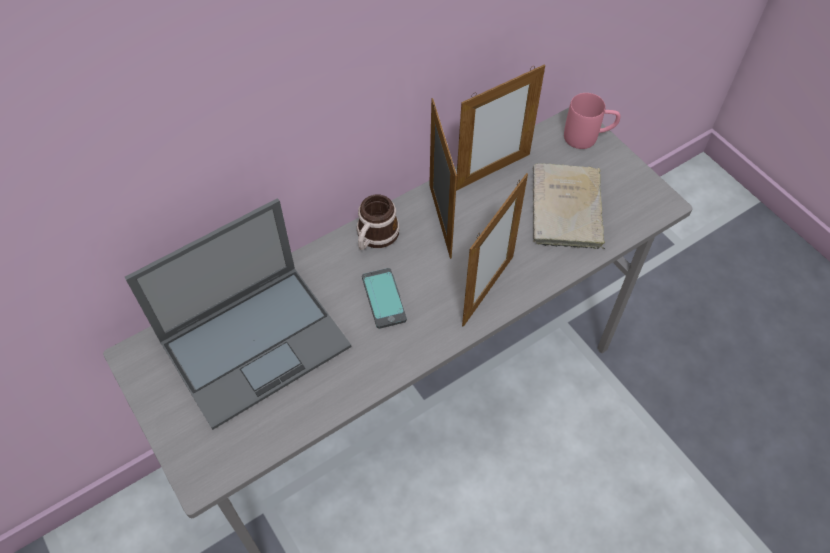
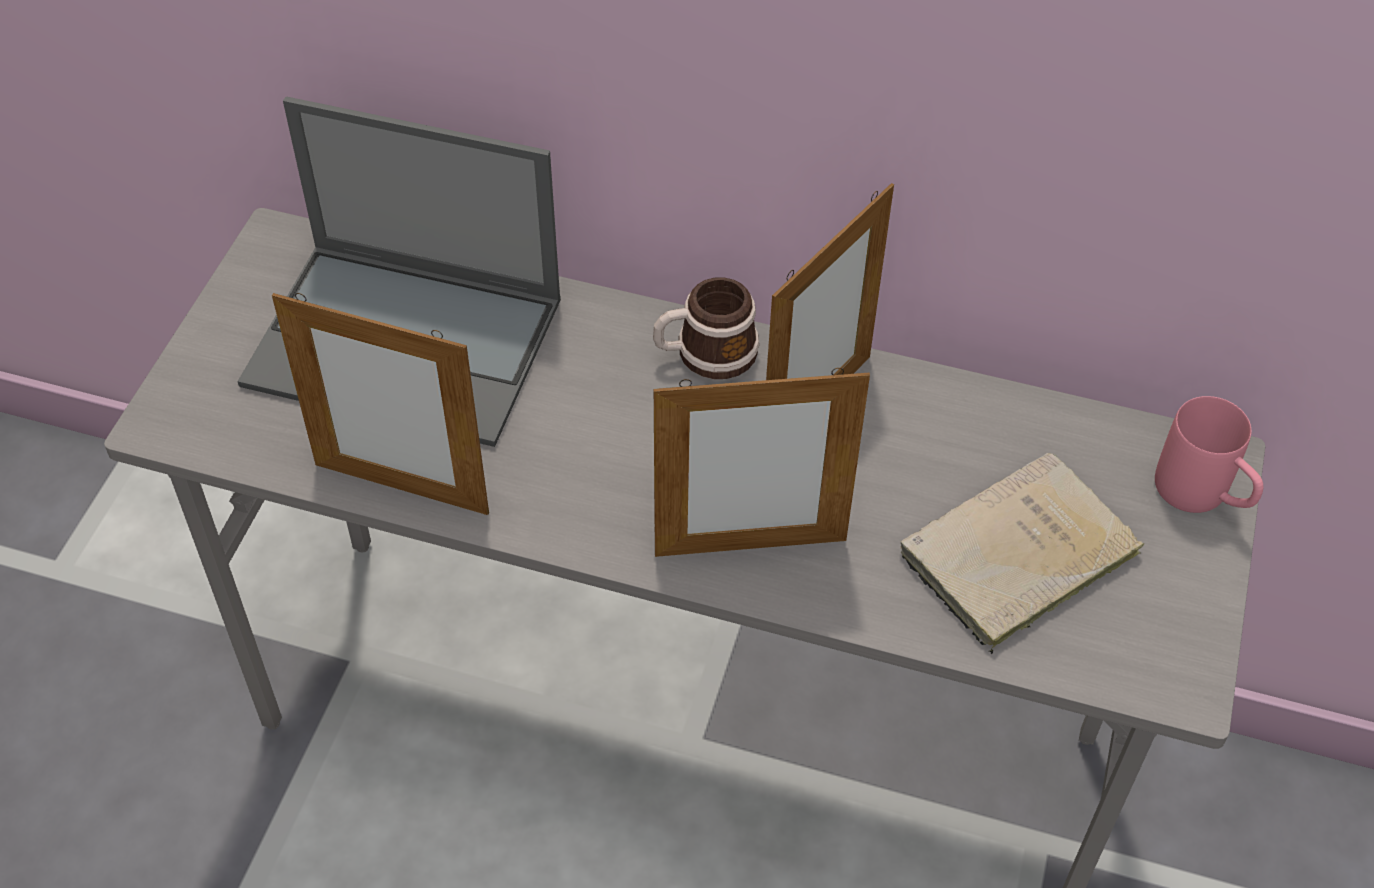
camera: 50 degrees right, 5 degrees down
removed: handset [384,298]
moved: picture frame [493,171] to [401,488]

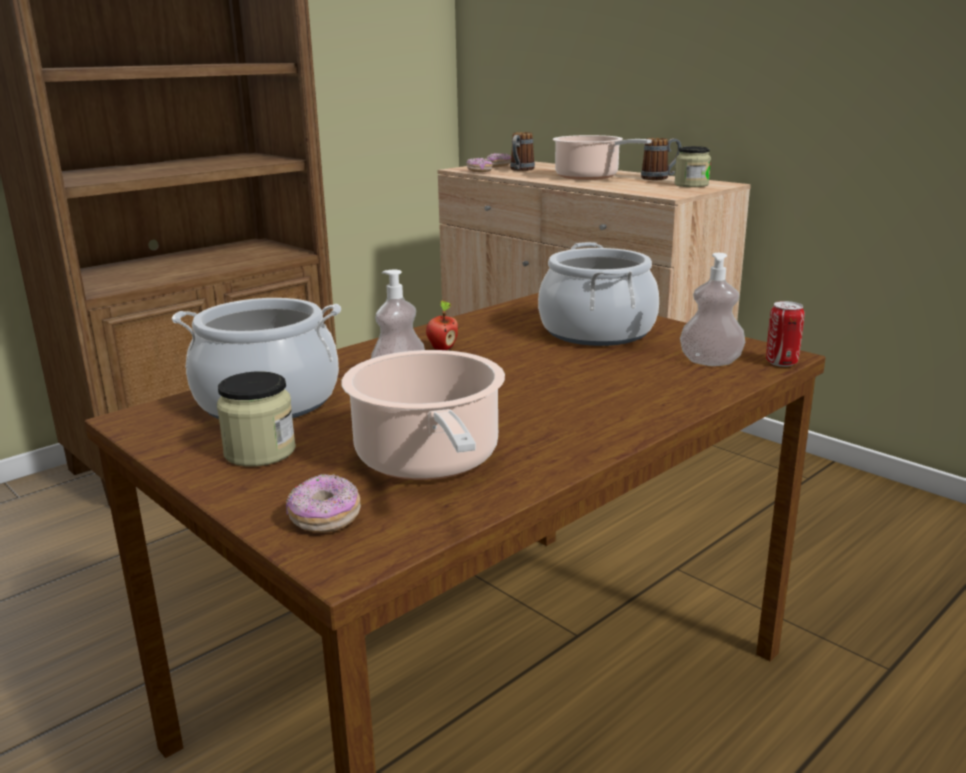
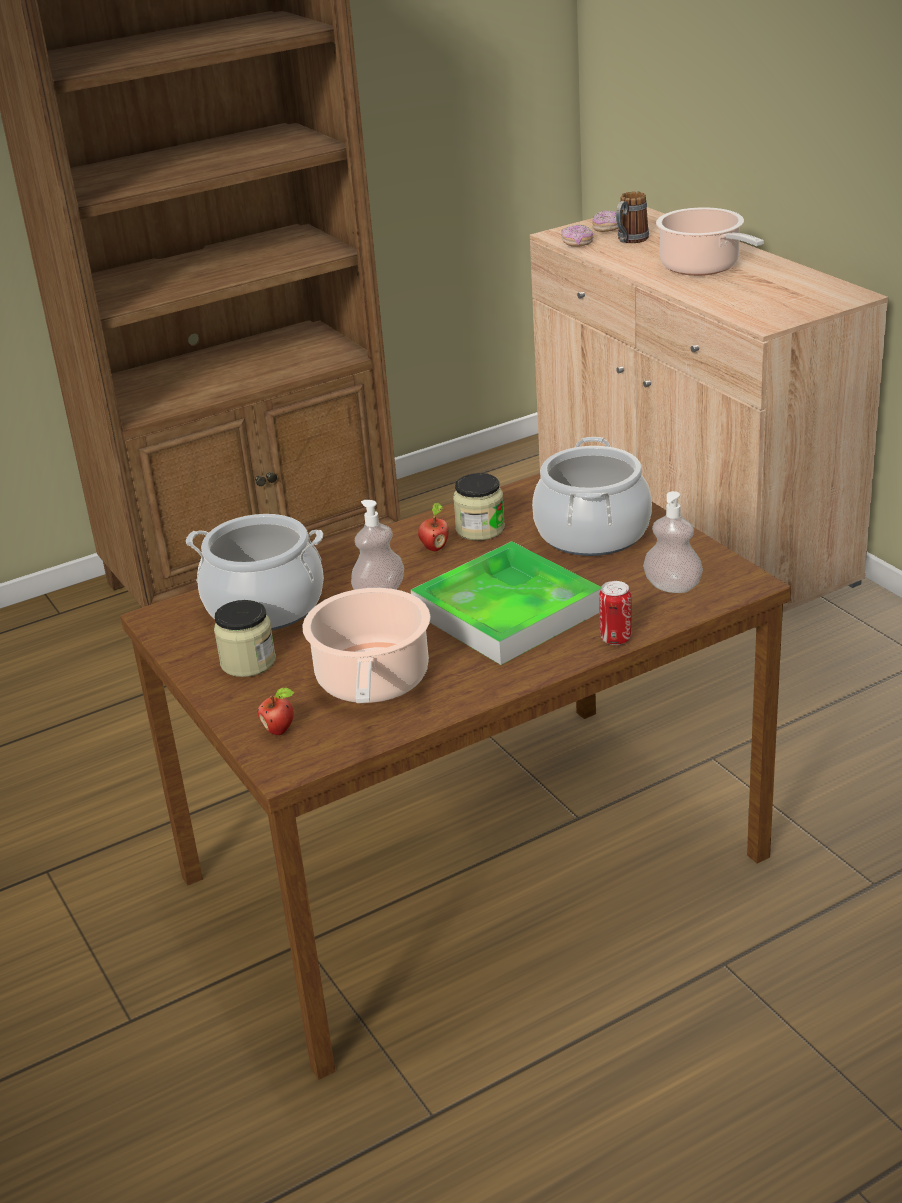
camera: 15 degrees right, 10 degrees up
removed: mug [660,178]
added: carrying tray [507,611]
moved: jar [691,185] to [480,529]; sealed can [781,362] to [615,639]
replaced: ring doughnut [324,519] to whole apple [280,730]

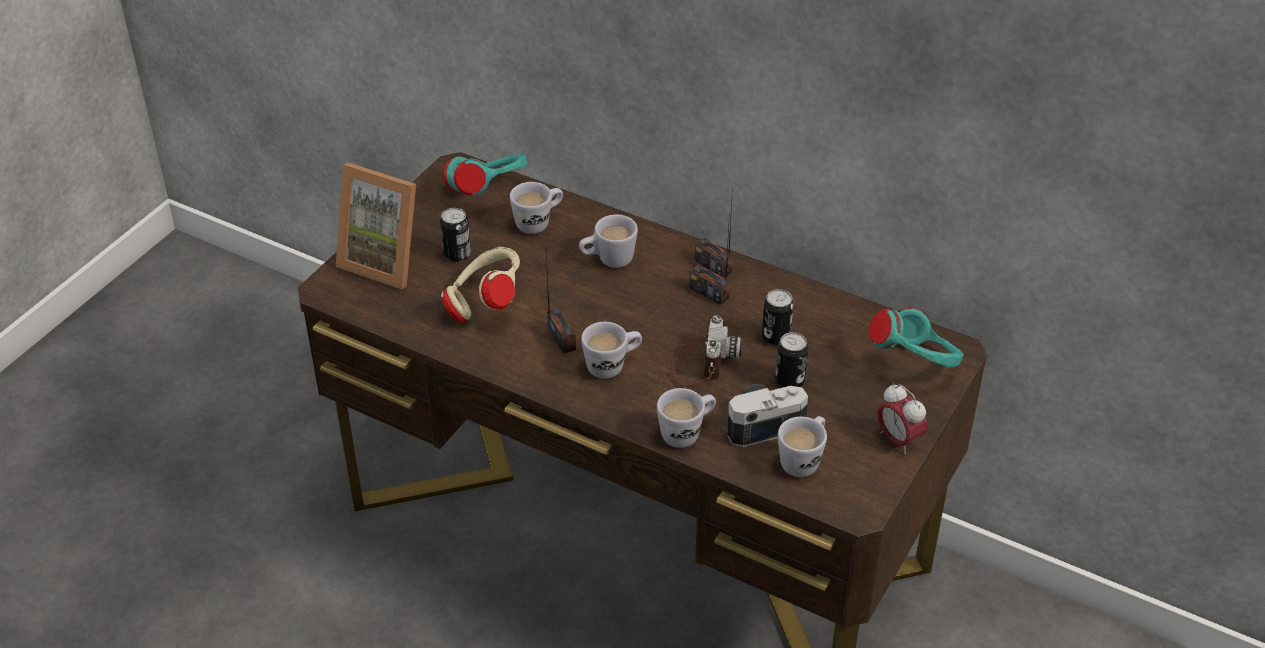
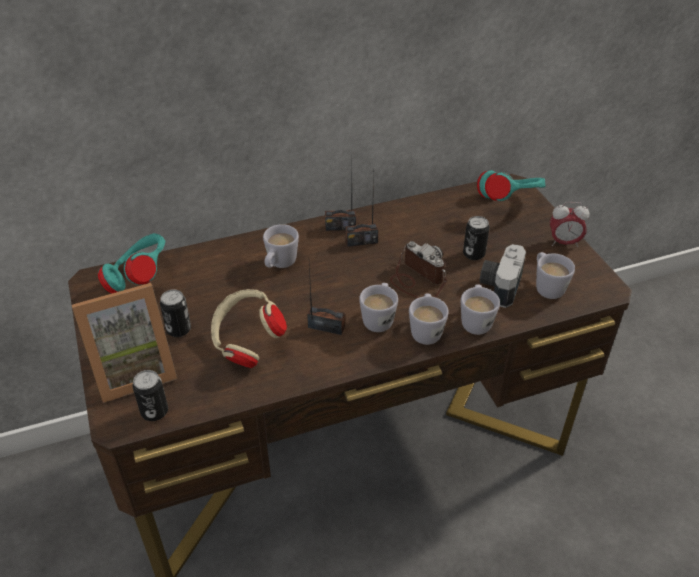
camera: 50 degrees left, 0 degrees up
moved: white mug [538,222] to [426,330]; sealed can [776,337] to [154,412]

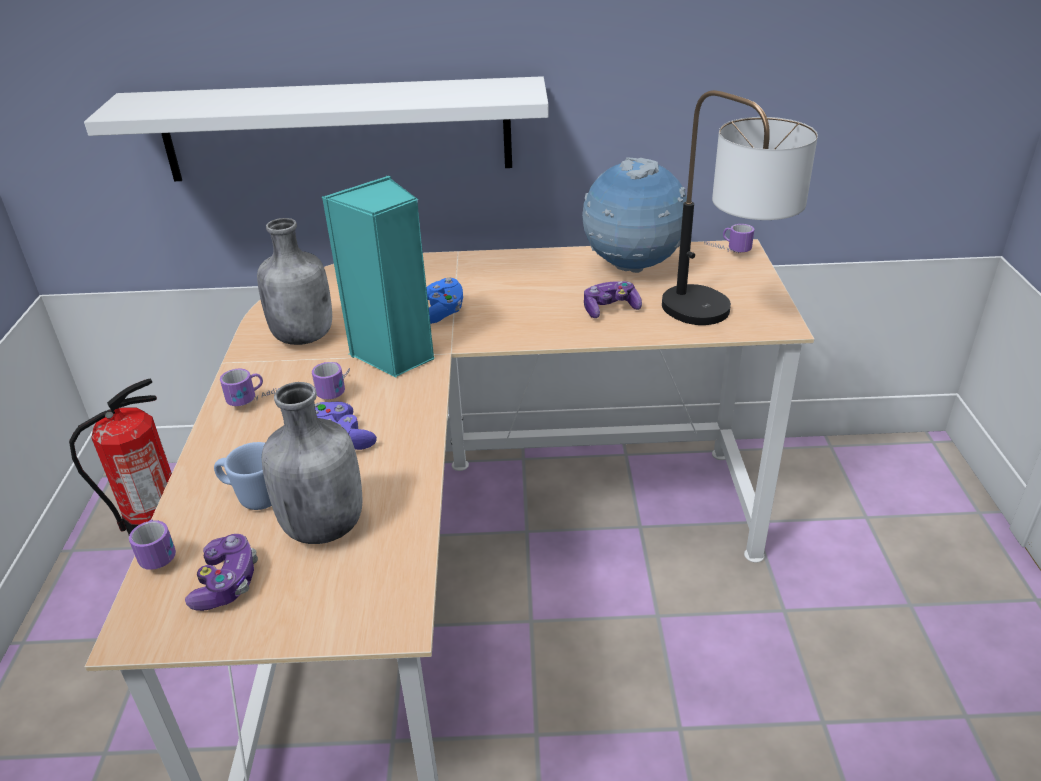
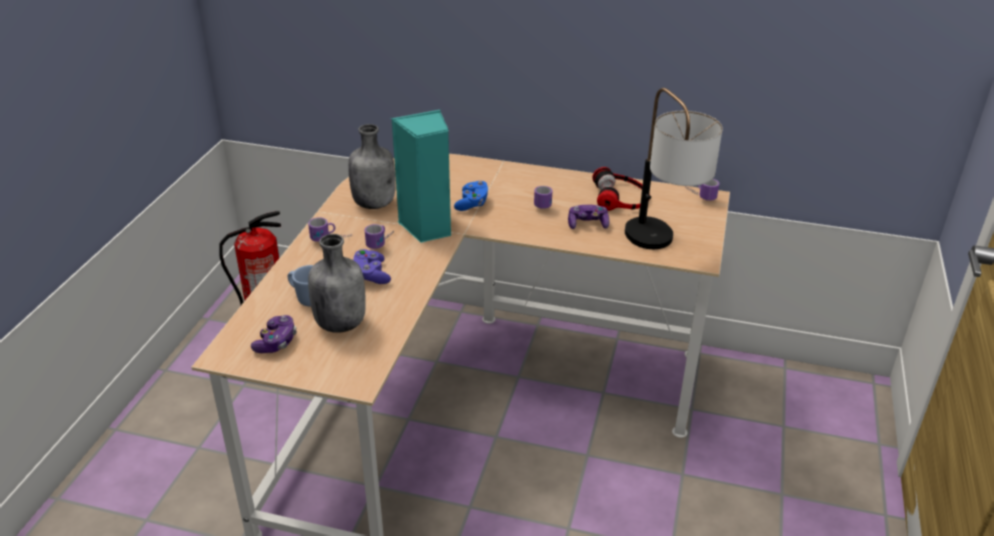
camera: 15 degrees right, 0 degrees up
removed: white bracket shelf [337,130]
moved: mug [160,550] to [542,203]
replaced: world globe [633,268] to pair of headphones [621,197]

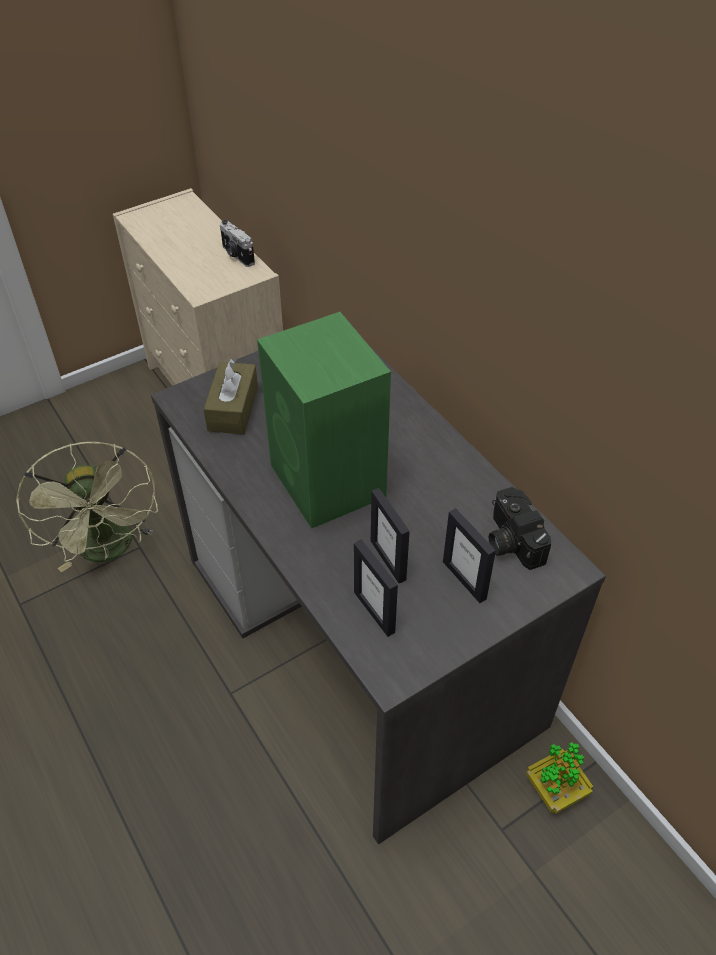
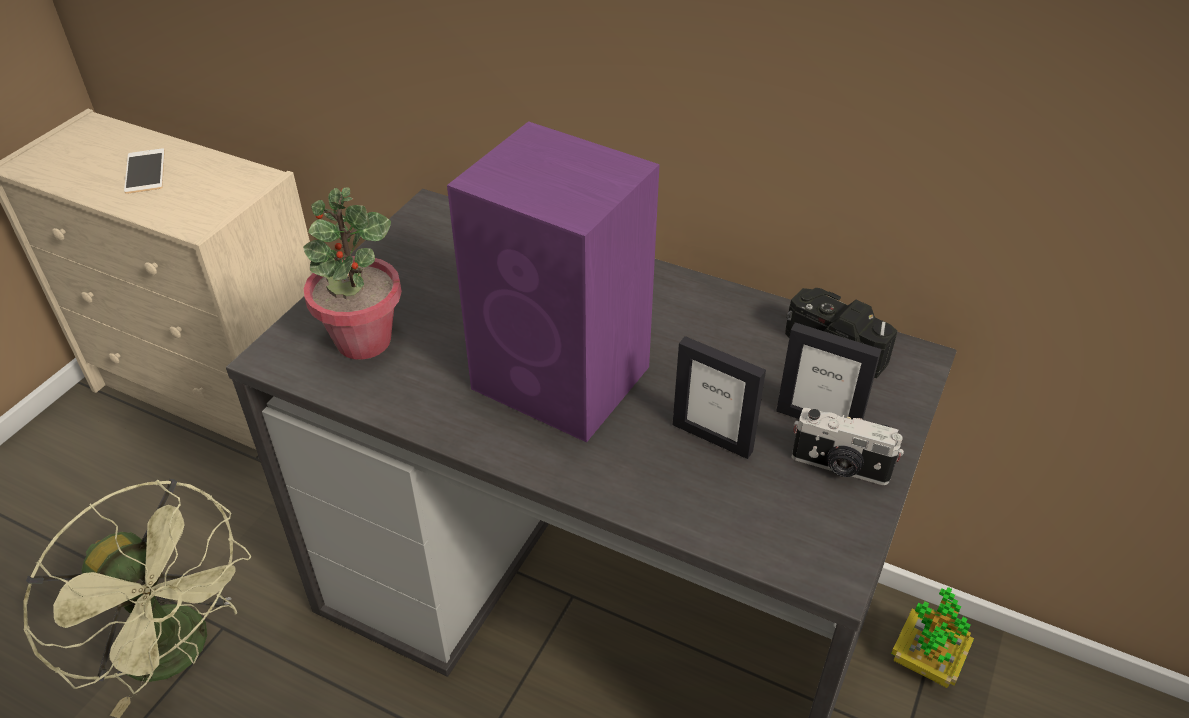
camera: 30 degrees left, 5 degrees down
removed: picture frame [374,612]
added: handset [145,171]
moved: still camera [237,255] to [840,467]
replaced: brown-coloured box of tissues [233,408] to plant in a pot [363,340]
recoloured: greenish audio speaker [329,483] to purple-coloured audio speaker [564,379]

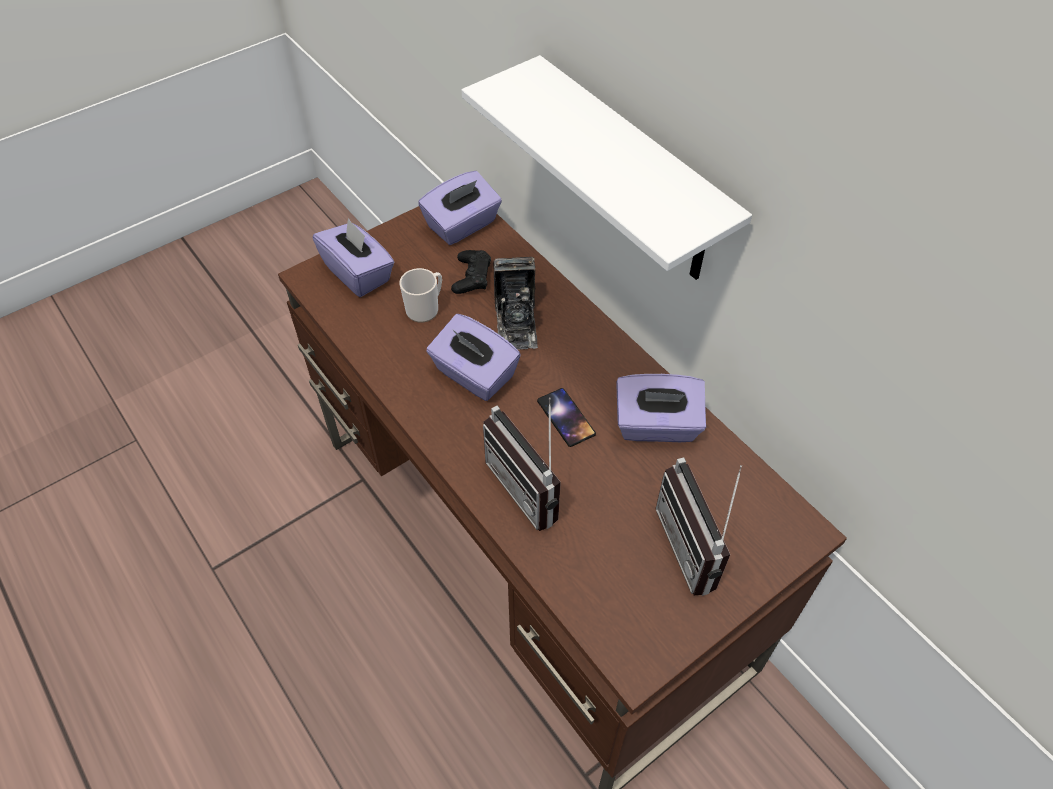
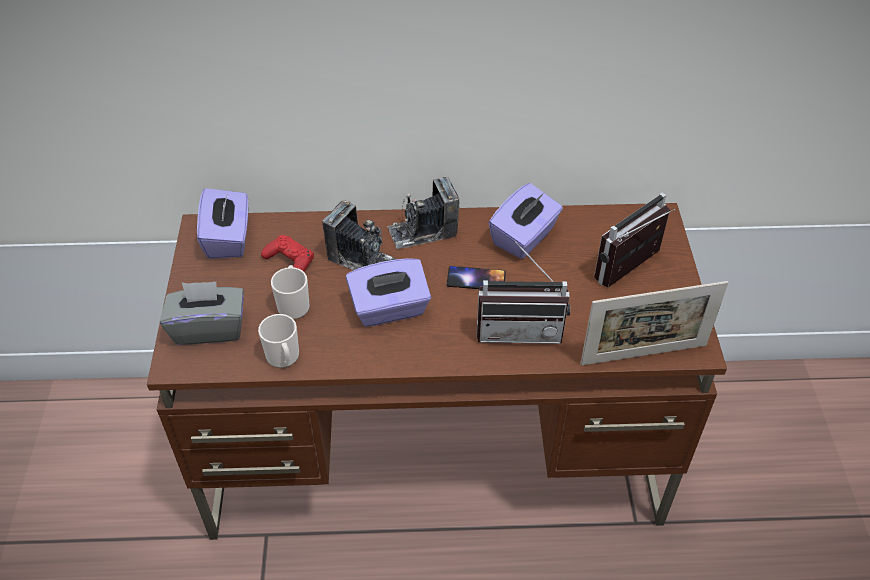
camera: 55 degrees left, 5 degrees down
removed: white bracket shelf [631,175]
added: still camera [423,231]; picture frame [643,354]; mug [284,358]
recoloured: purple-coloured box of tissues [358,273] to grey box of tissues [209,328]; black joypad [472,277] to reddish joypad [290,261]
turned: radio set [697,547] = [633,271] 120 degrees clockwise

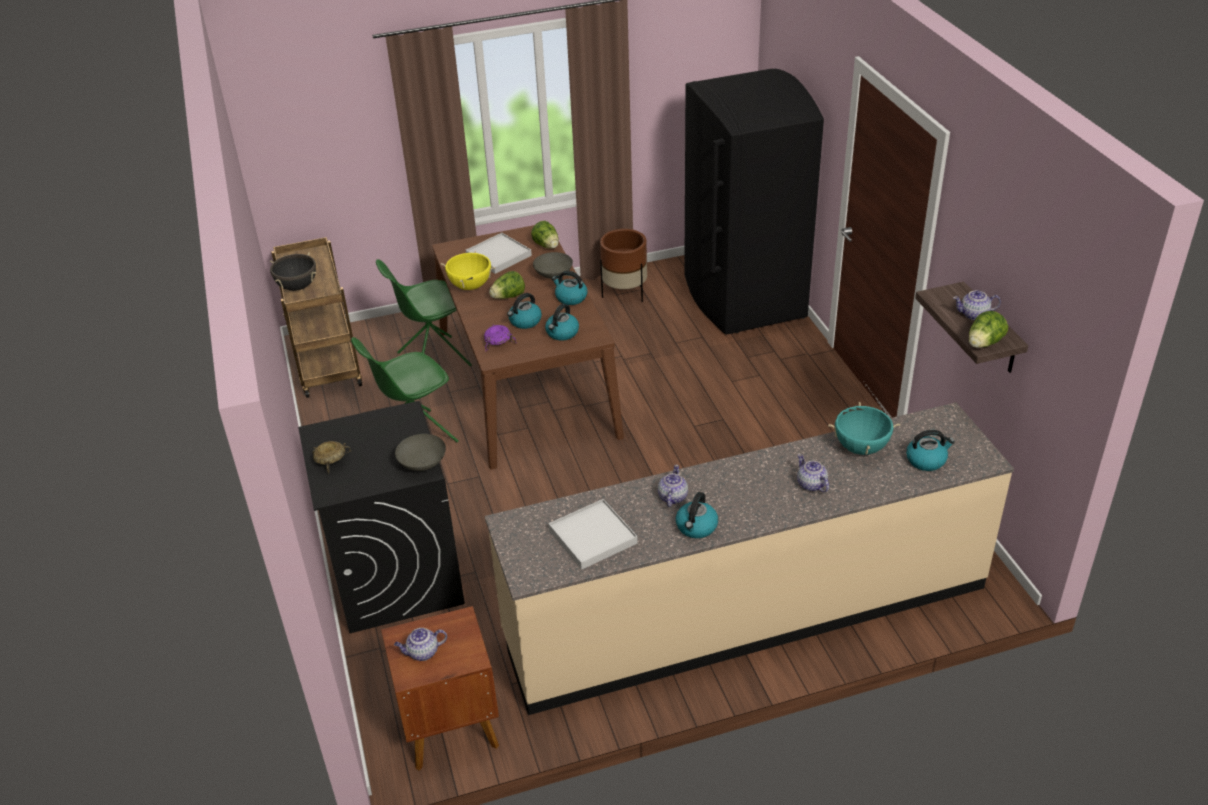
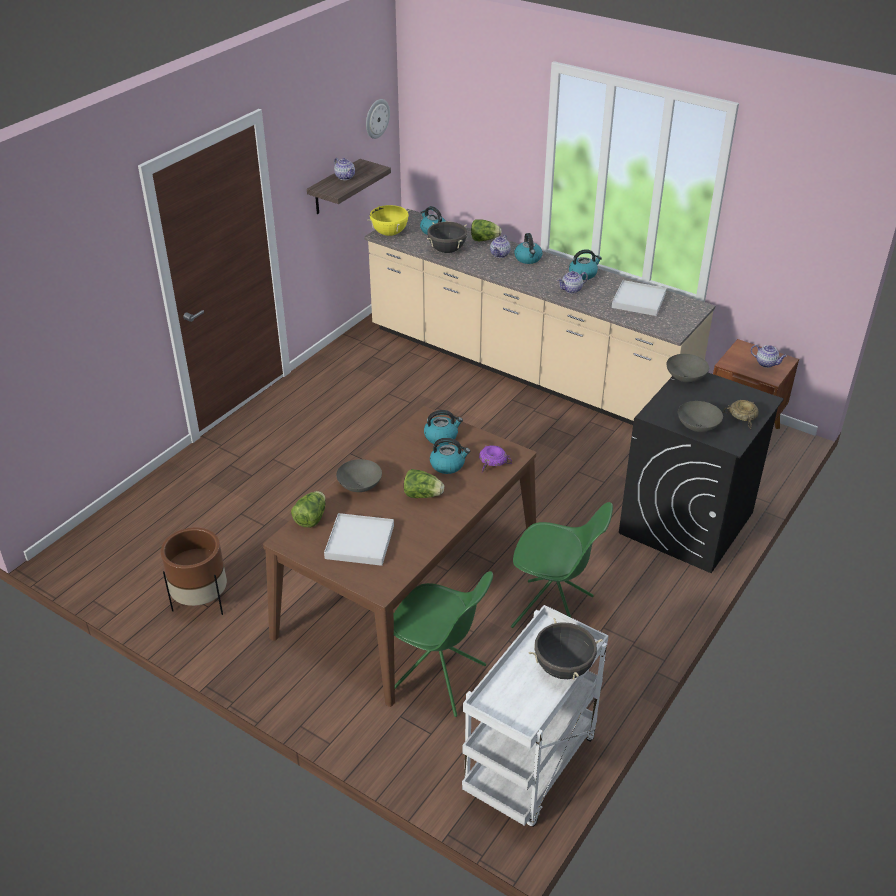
camera: 130 degrees left, 0 degrees up
removed: black kitchen fridge [742,298]
added: wall clock [376,118]; grey deep dish [698,427]
moved: yellow saucepot [470,286] to [389,233]; kettle [570,298] to [528,259]; lettuce [984,344] to [484,239]
recoloured: brown-coloured trolley [326,364] to white trolley [531,768]; turquoise saucepot [861,448] to black saucepot [447,250]

